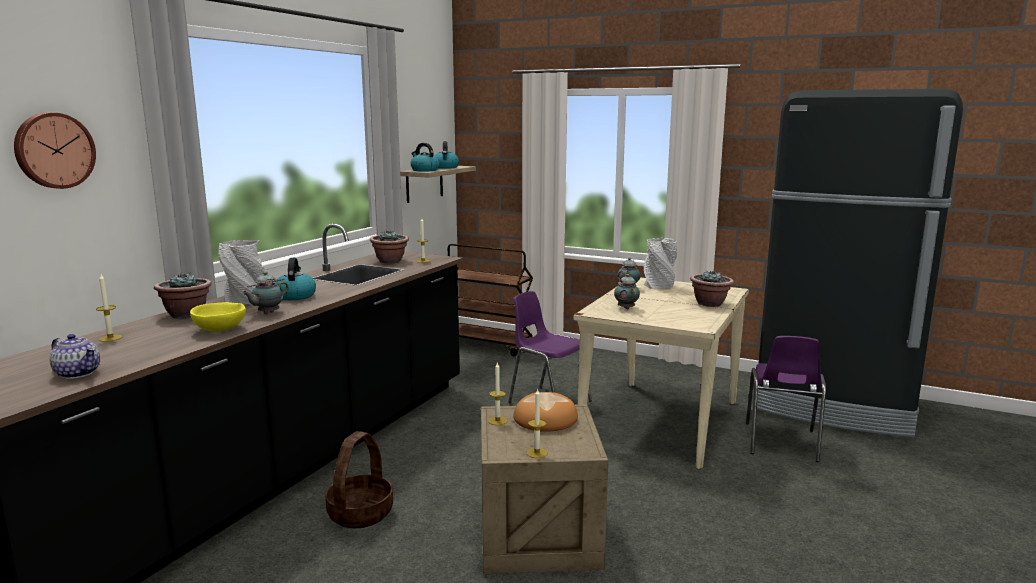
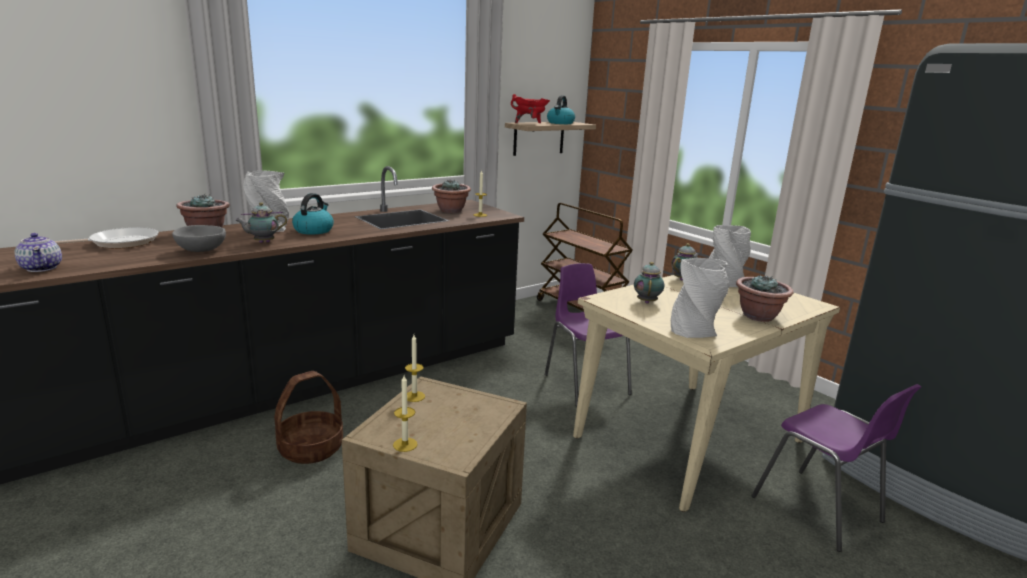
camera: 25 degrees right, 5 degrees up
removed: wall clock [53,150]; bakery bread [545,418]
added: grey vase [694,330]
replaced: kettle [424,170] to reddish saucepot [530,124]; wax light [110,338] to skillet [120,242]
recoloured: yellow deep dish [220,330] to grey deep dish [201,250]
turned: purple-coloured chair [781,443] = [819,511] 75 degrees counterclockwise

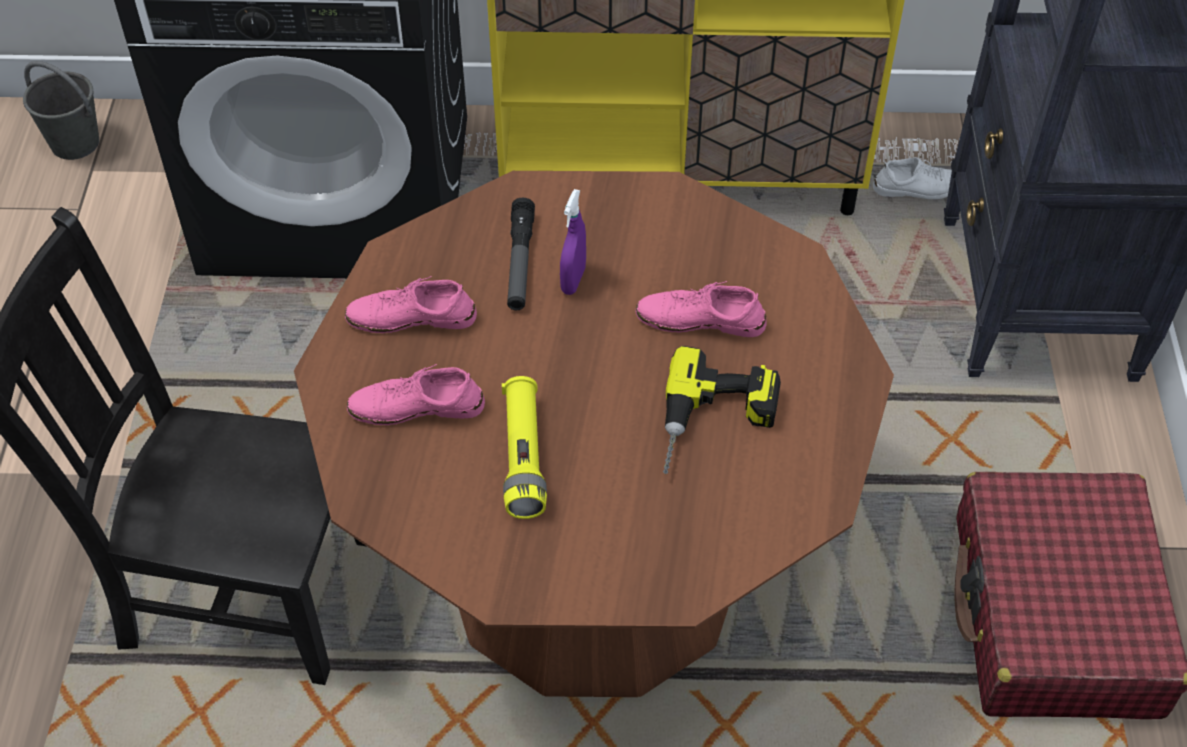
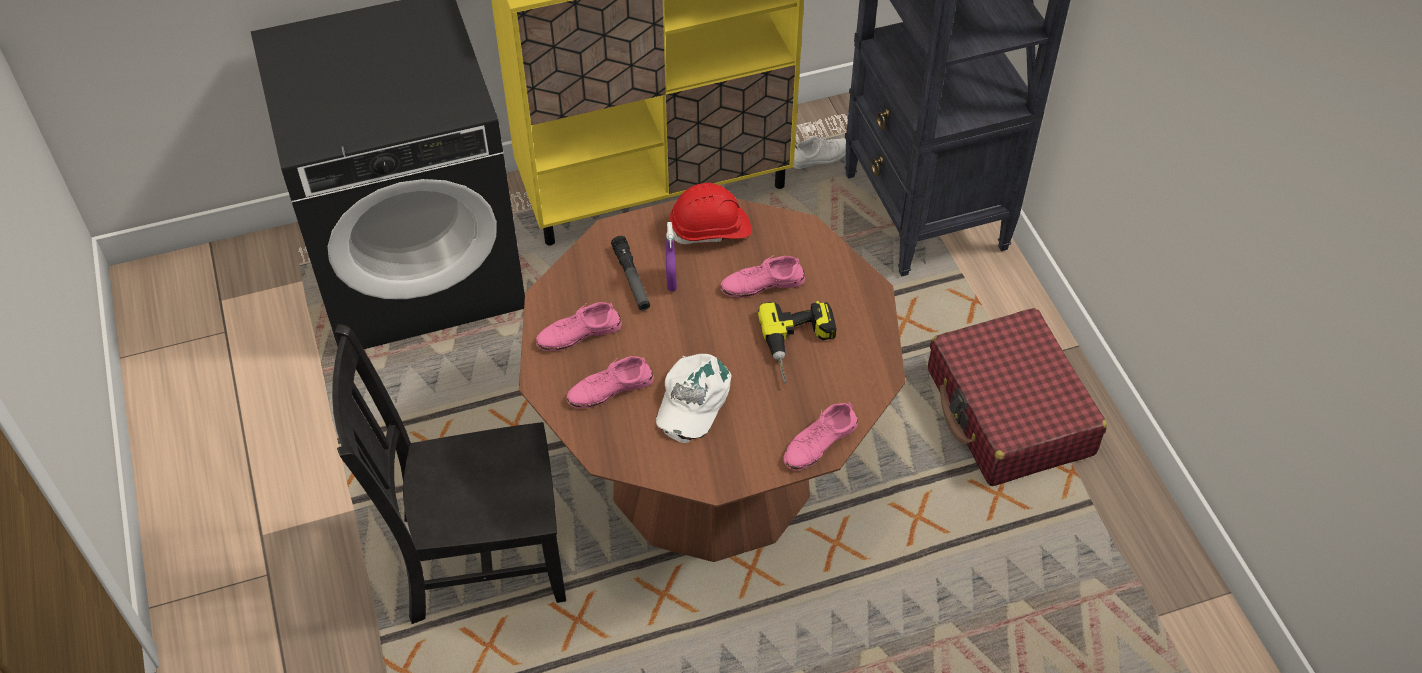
camera: 20 degrees left, 0 degrees up
removed: grey bucket [74,143]
added: reddish hard hat [710,229]; pink-coloured item of footwear [819,442]
replaced: yellow torch [523,457] to white cap [692,400]

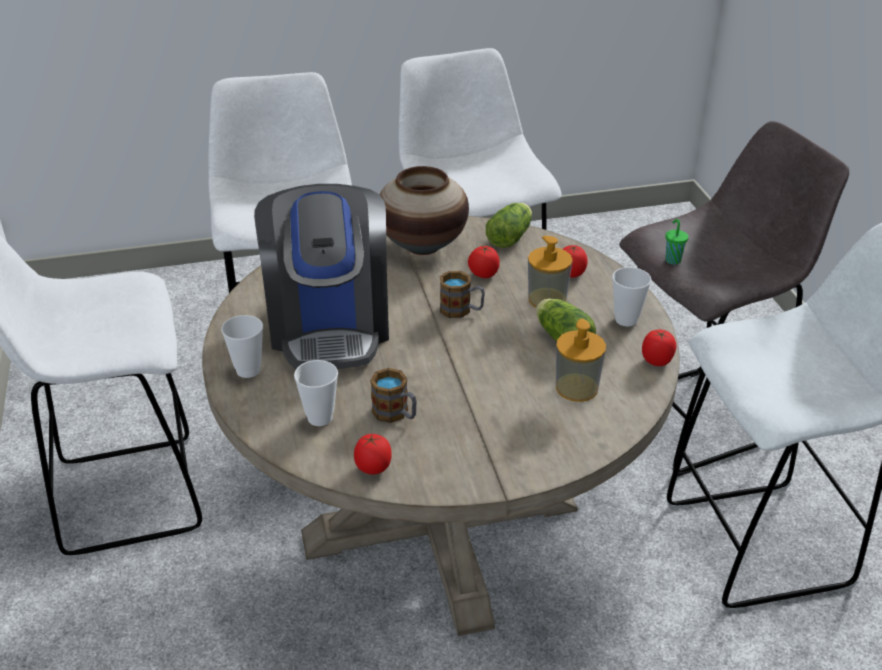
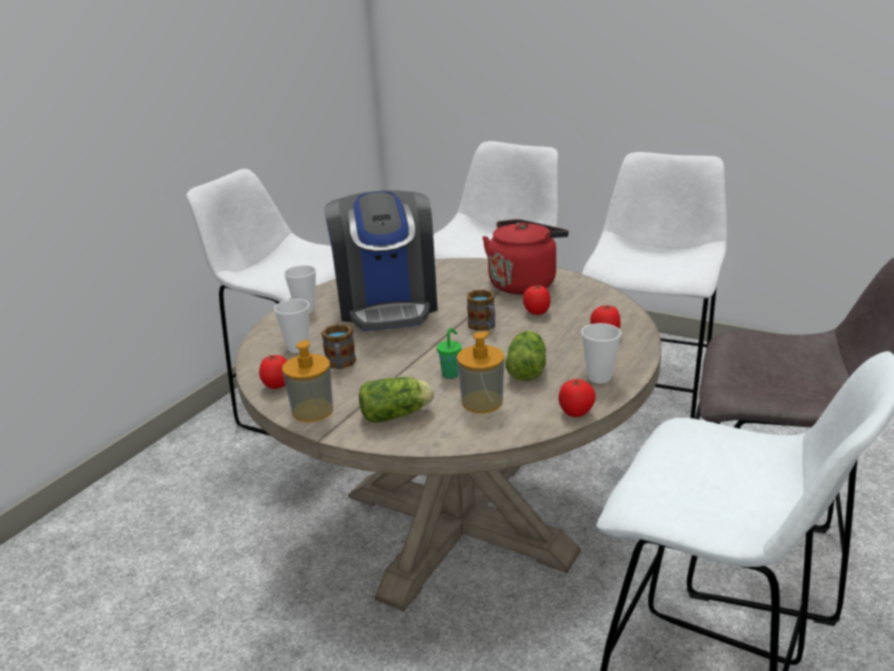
camera: 45 degrees right, 10 degrees down
moved: lettuce [511,236] to [398,414]; greenish small cup [672,260] to [451,374]; liquid soap bottle [547,299] to [312,410]
replaced: vase [423,246] to reddish kettle [524,283]
turned: coffee maker [329,326] = [388,305] 45 degrees counterclockwise

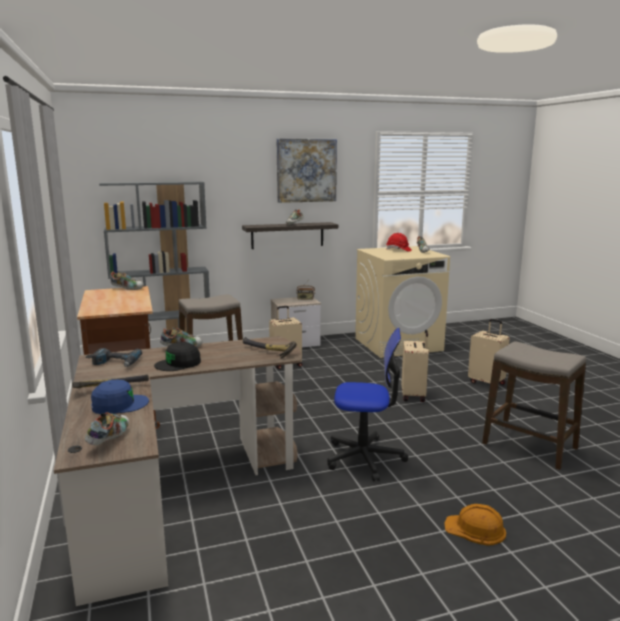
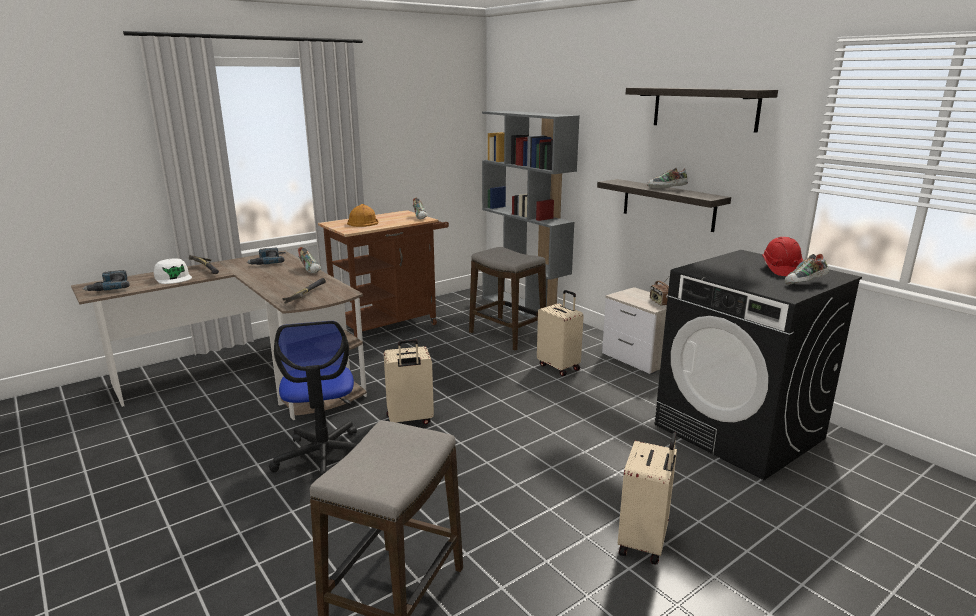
camera: 70 degrees right, 5 degrees up
removed: black cap [178,363]
moved: sand-coloured travel case [414,395] to [409,420]; orange hard hat [475,529] to [363,222]
replaced: wall picture [306,170] to bracket shelf [704,108]; item of footwear [109,439] to power drill [109,286]
recoloured: sand-coloured washing machine [398,344] to black washing machine [739,432]; blue cap [119,404] to white cap [173,278]

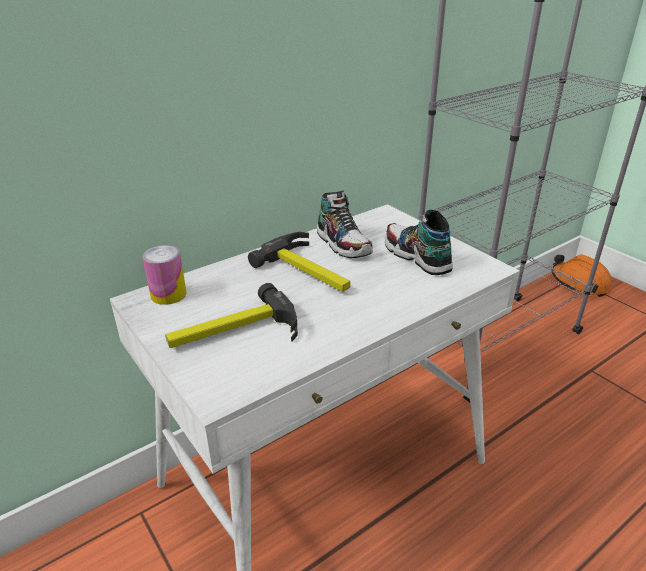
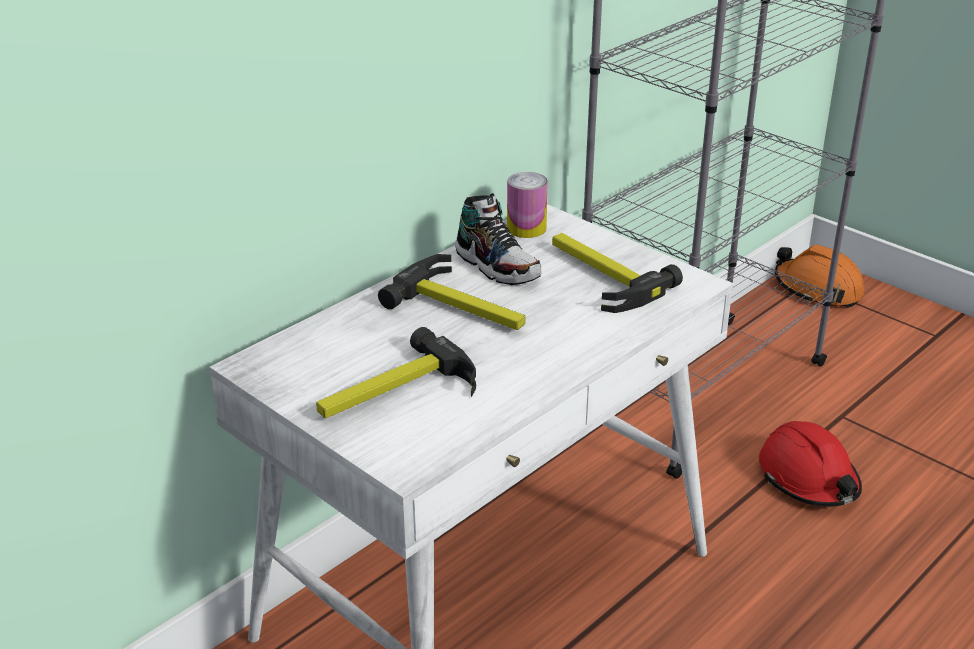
camera: 10 degrees left, 0 degrees up
added: reddish hard hat [808,478]
moved: sealed can [168,294] to [526,228]
replaced: item of footwear [416,257] to hand hammer [599,276]

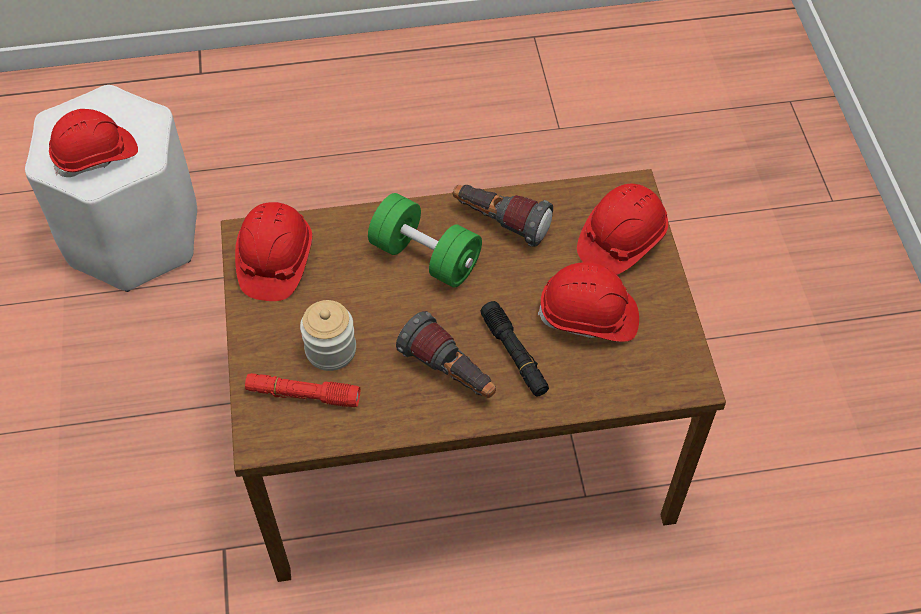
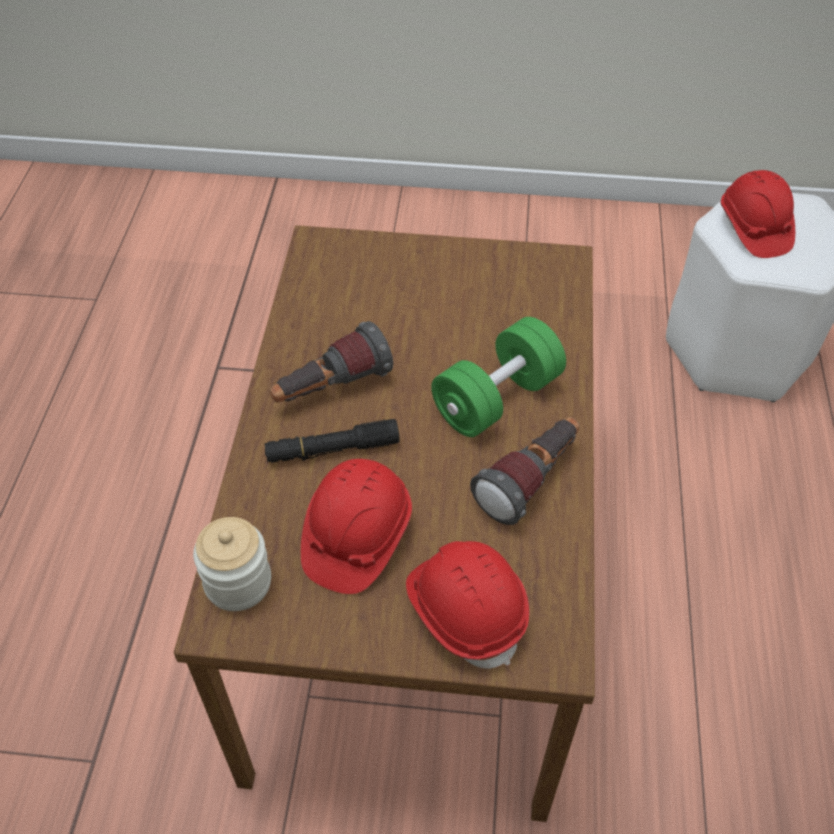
camera: 105 degrees right, 5 degrees down
removed: reddish hard hat [275,262]; reddish torch [303,395]
moved: jar [331,350] to [238,582]

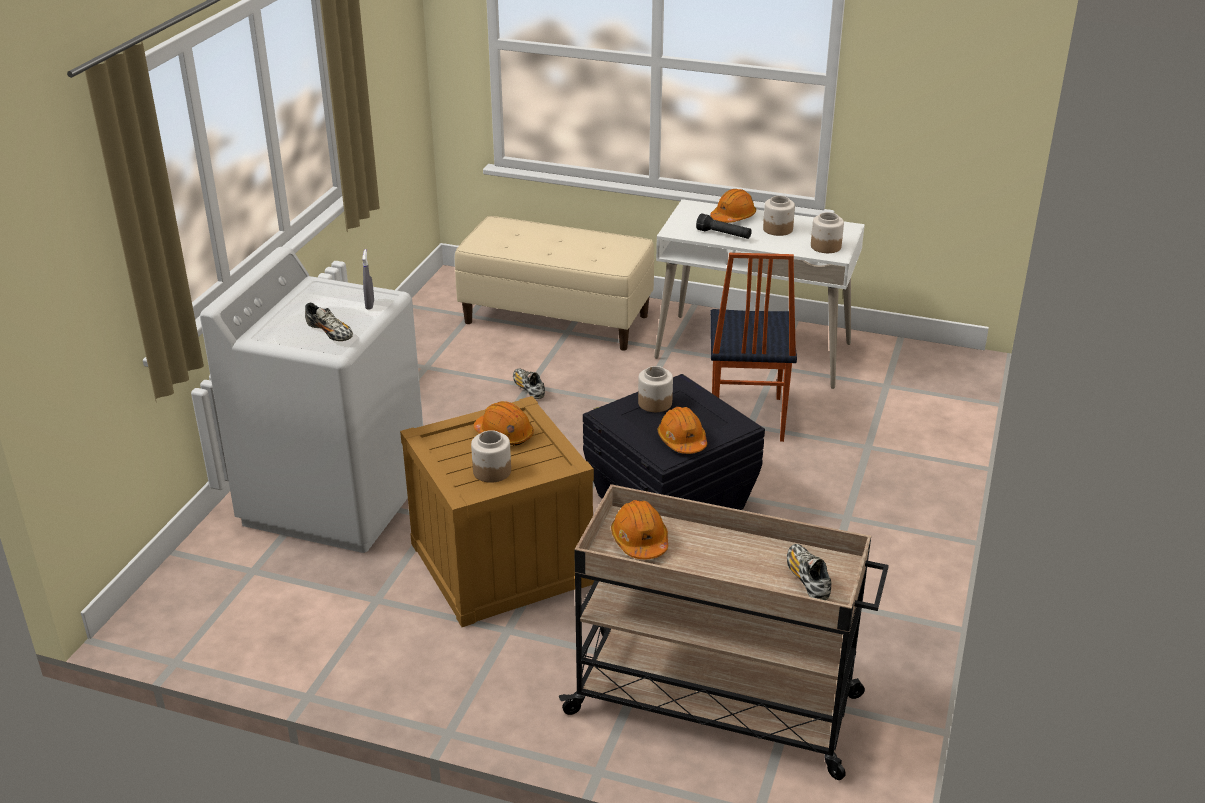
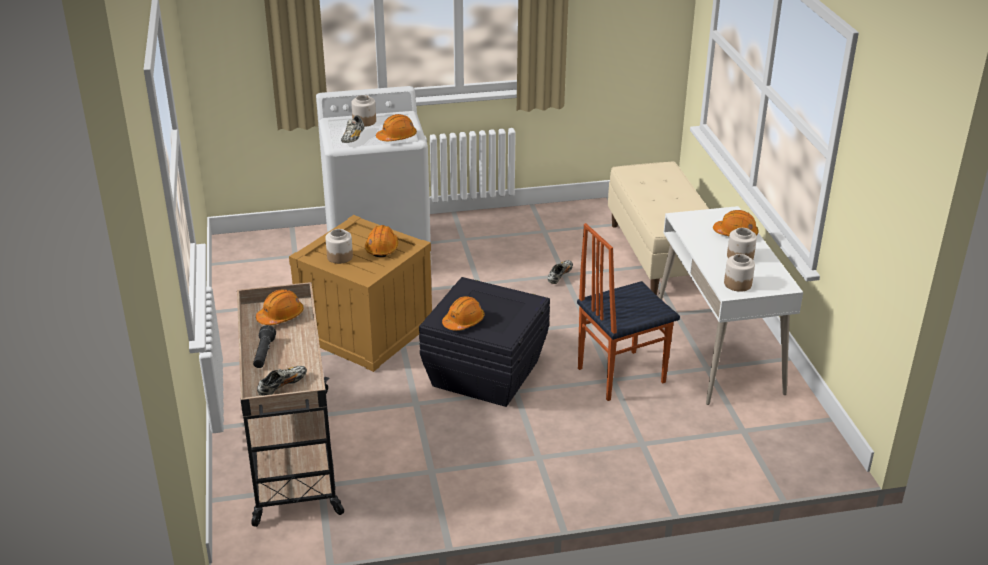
camera: 60 degrees right, 0 degrees up
moved: black torch [724,235] to [264,354]; jar [654,403] to [364,121]
replaced: grey spray bottle [370,305] to orange hard hat [397,137]

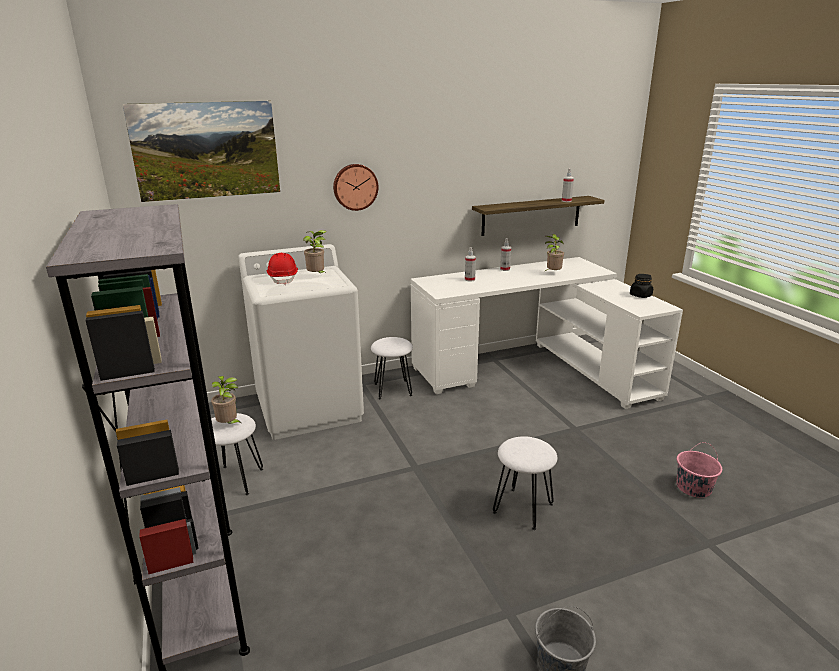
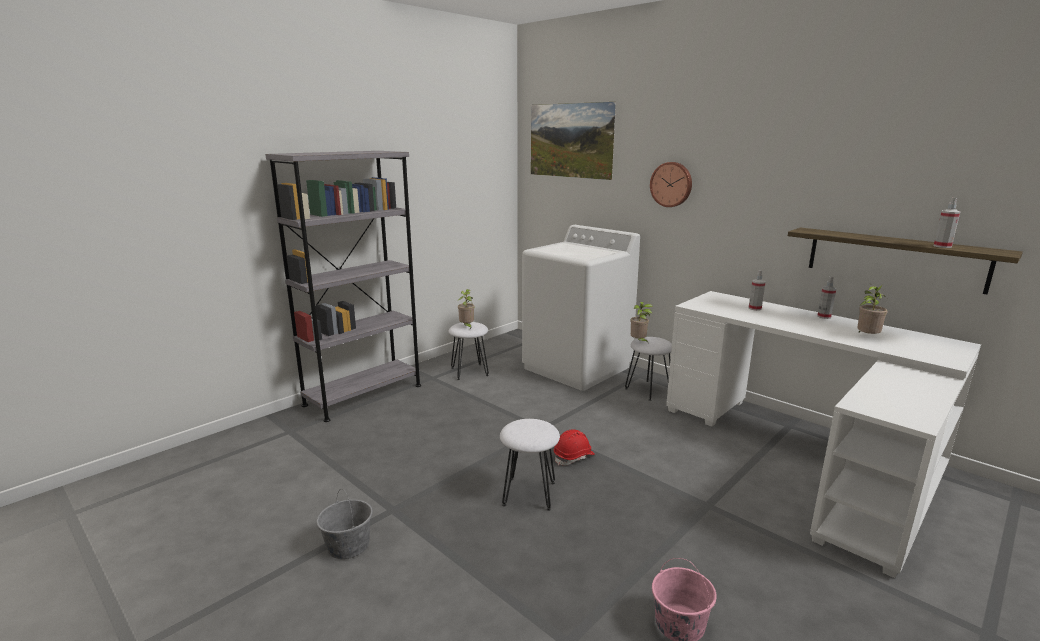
camera: 65 degrees right, 5 degrees down
removed: black jar [640,295]
moved: plant in a pot [317,276] to [639,342]; reddish hard hat [283,279] to [574,457]

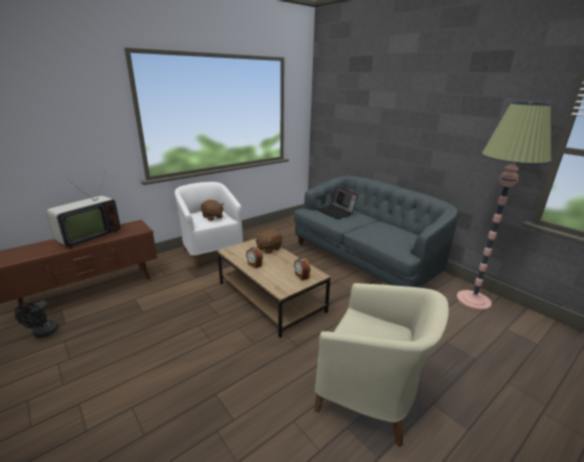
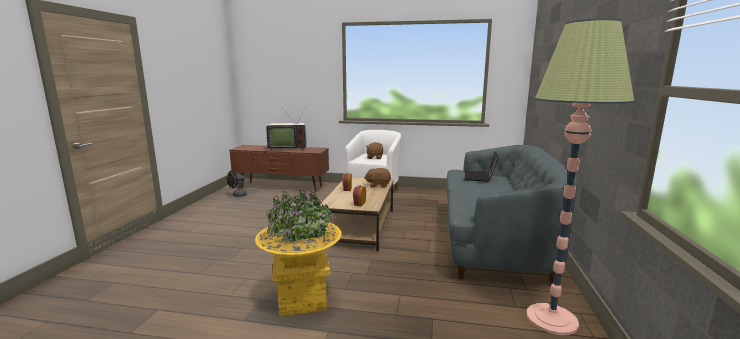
camera: 50 degrees right, 10 degrees down
replaced: sand-coloured armchair [371,397] to yellow flower pot [302,299]

